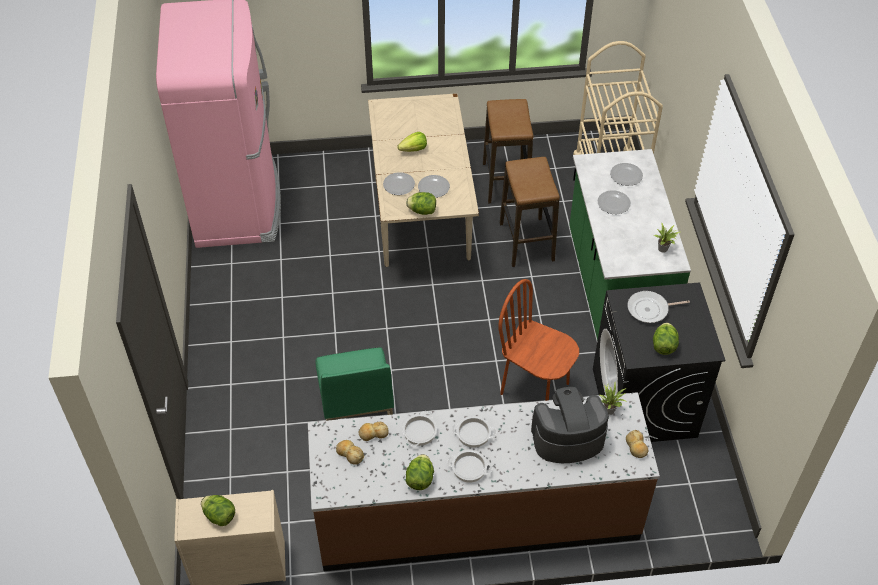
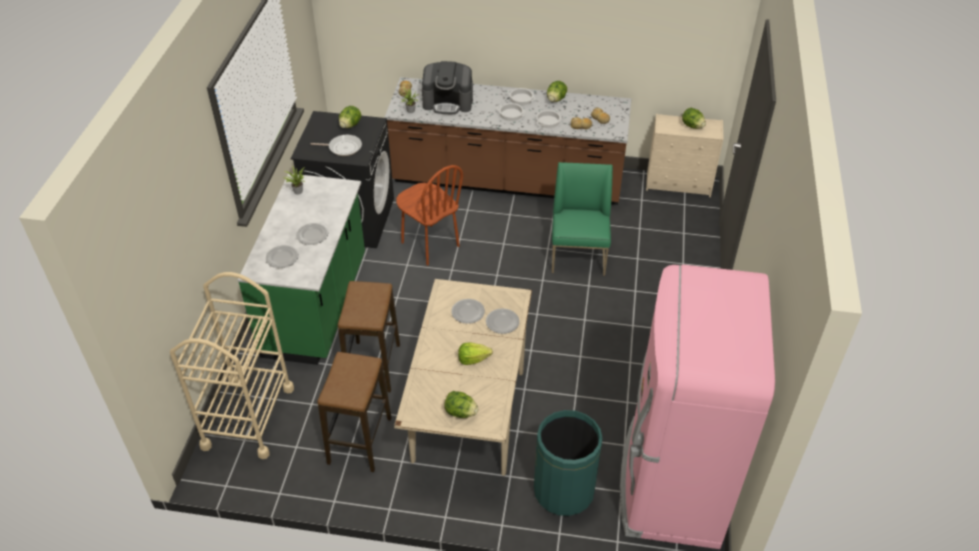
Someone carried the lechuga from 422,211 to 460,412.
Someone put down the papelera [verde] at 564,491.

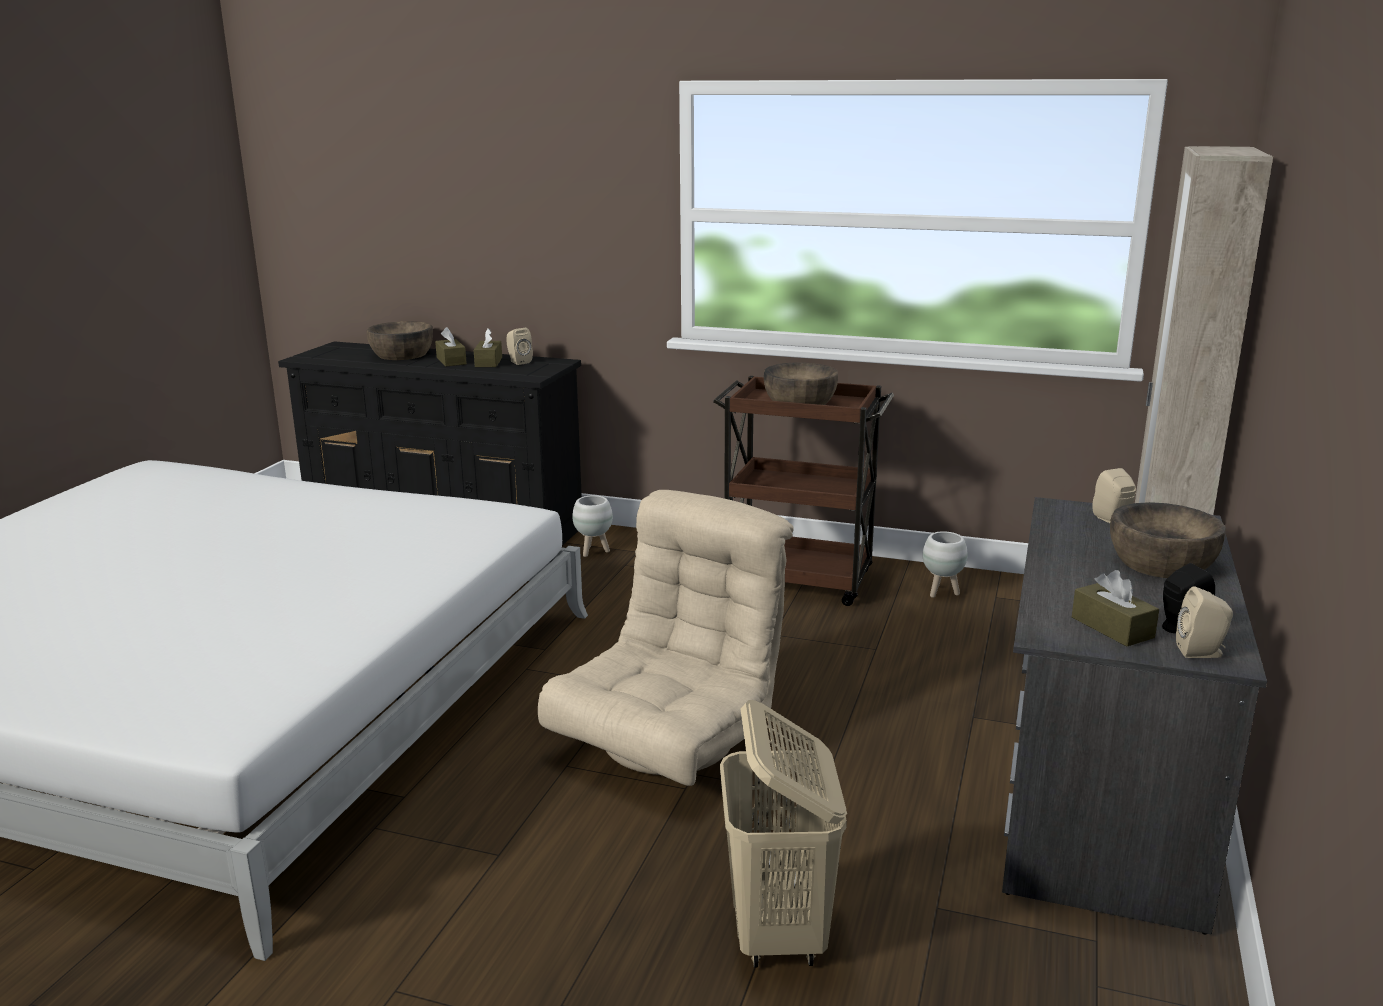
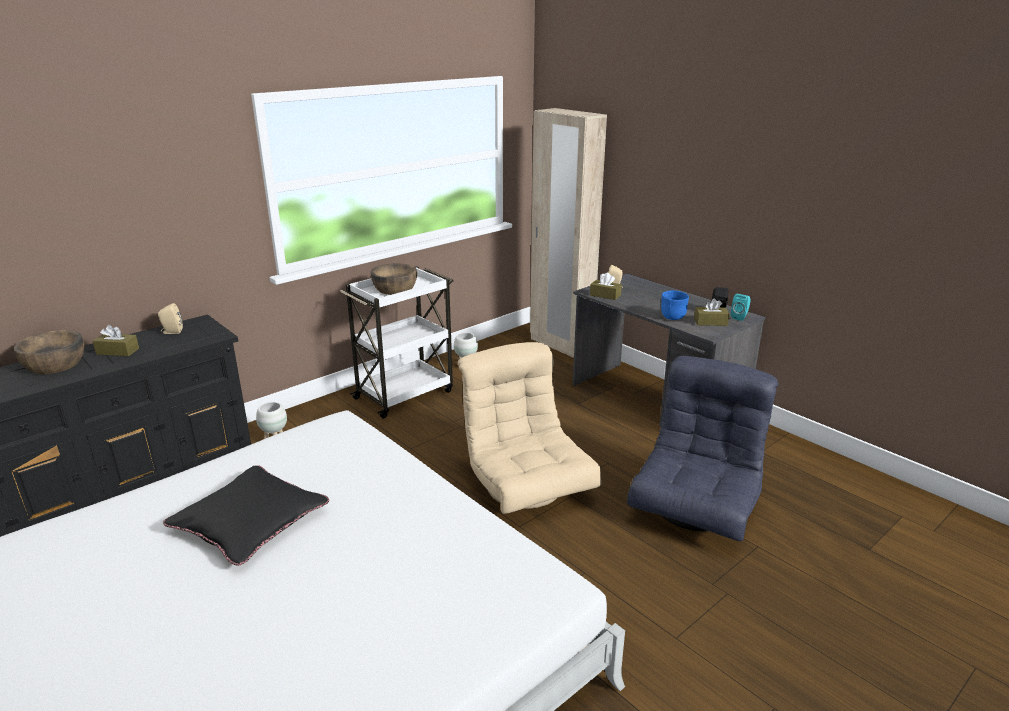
Someone carried the caja de pañuelos [marrón] from 488,362 to 605,295.
Someone repainted the carrito [marrón] at 799,580, which became the carrito [blanco] at 405,394.
Someone took away the cuenco [marrón] at 1161,563.
Someone repainted the altavoz [beis] at 1202,652, which became the altavoz [turquesa] at 740,317.
Someone swapped the cesto de la ropa [beis] at 778,934 for the sillón [gris] at 696,508.
Someone put down the cuenco [azul] at 672,317.
Someone put down the cojín [negro] at 250,522.

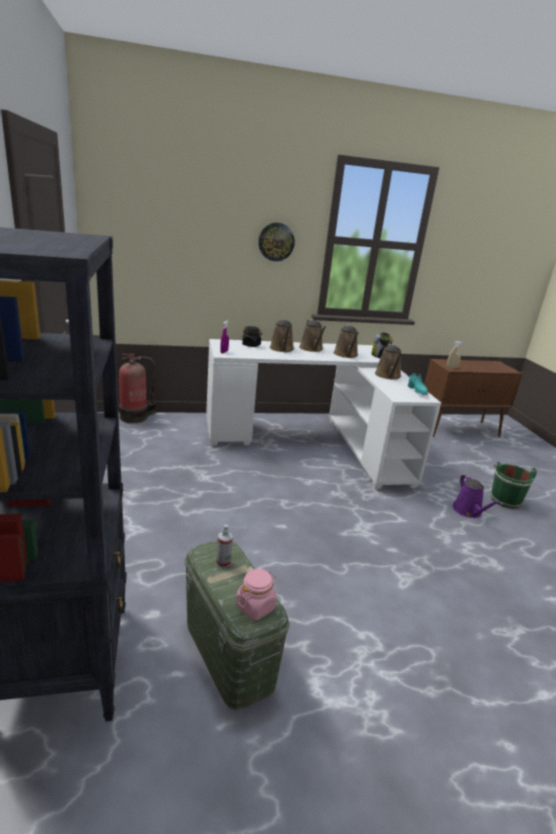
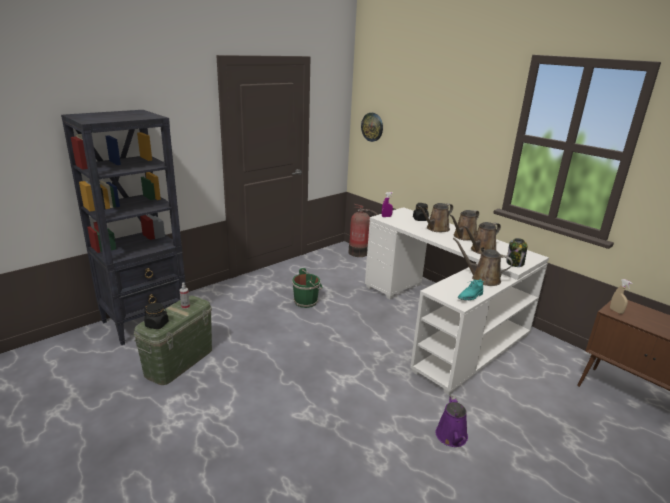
Someone carried the reloj de pared from 276,242 to 372,127.
Someone rotated the regadera [marrón] at 388,376 by 60 degrees clockwise.
Someone carried the cubo [verde] from 504,499 to 307,301.
Someone rotated the regadera [morado] at 468,511 by 45 degrees counterclockwise.
Someone repainted the tarro [rosa] at 255,606, which became the tarro [negro] at 157,324.

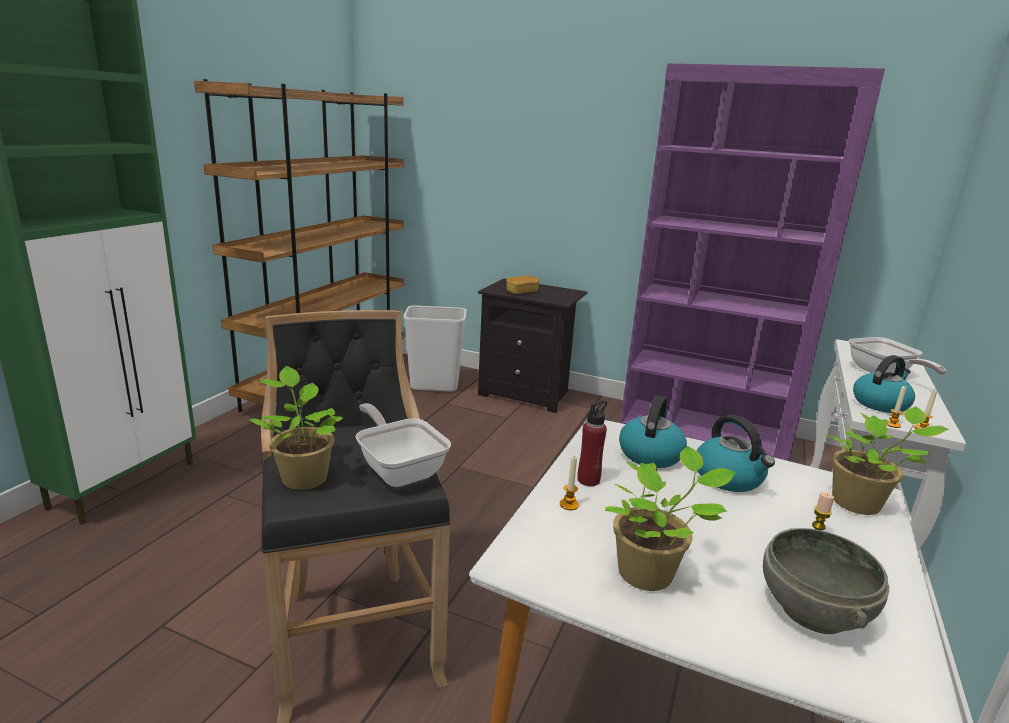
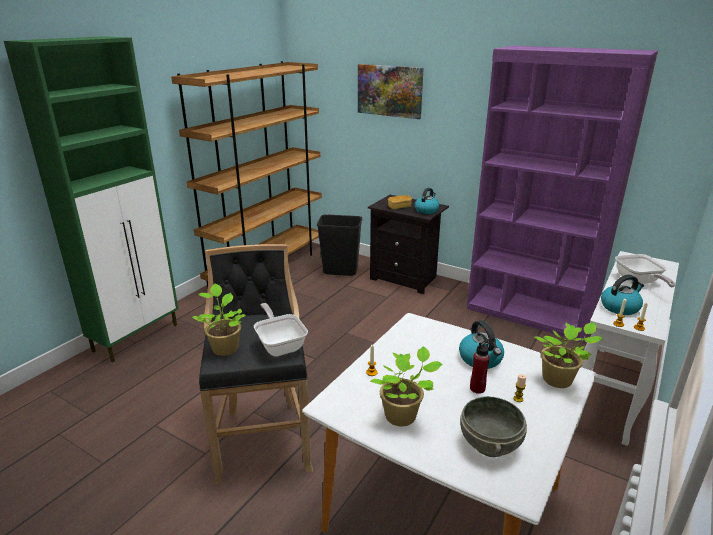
Someone repainted the papelera [blanco] at 434,386, which became the papelera [negro] at 340,271.
Someone carried the hervidor from 650,454 to 426,210.
Someone carried the botella [rojo] from 588,480 to 477,388.
Someone put up the cuadro at 390,91.

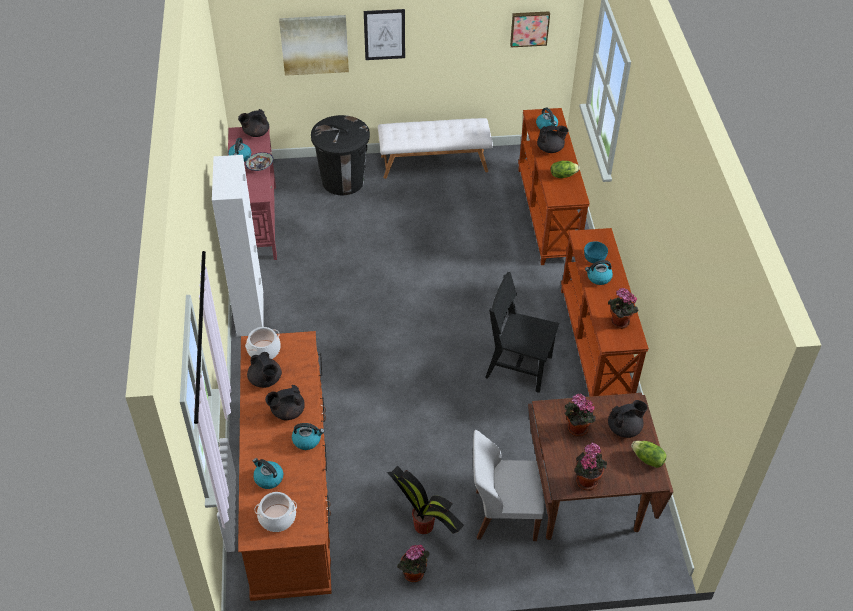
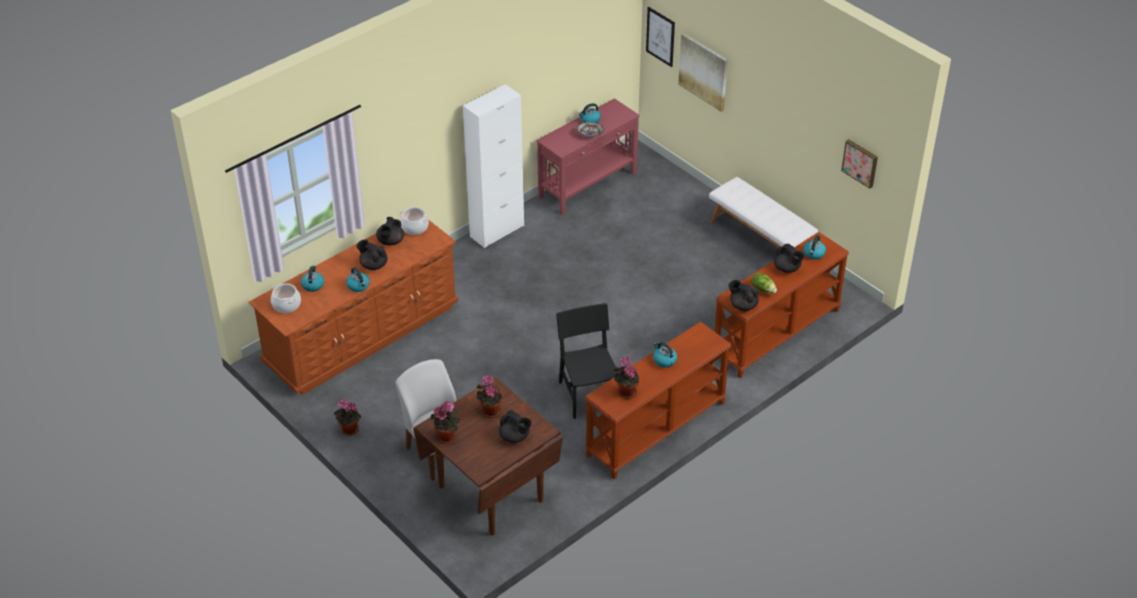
Someone carried the cuadro from 384,34 to 660,36.
Someone carried the tetera [negro] from 255,133 to 743,305.
Someone took away the papelera [negro] at 343,181.
Someone took away the cuenco [turquesa] at 594,258.
Someone took away the lechuga at 647,459.
Someone took away the planta en maceta at 424,526.

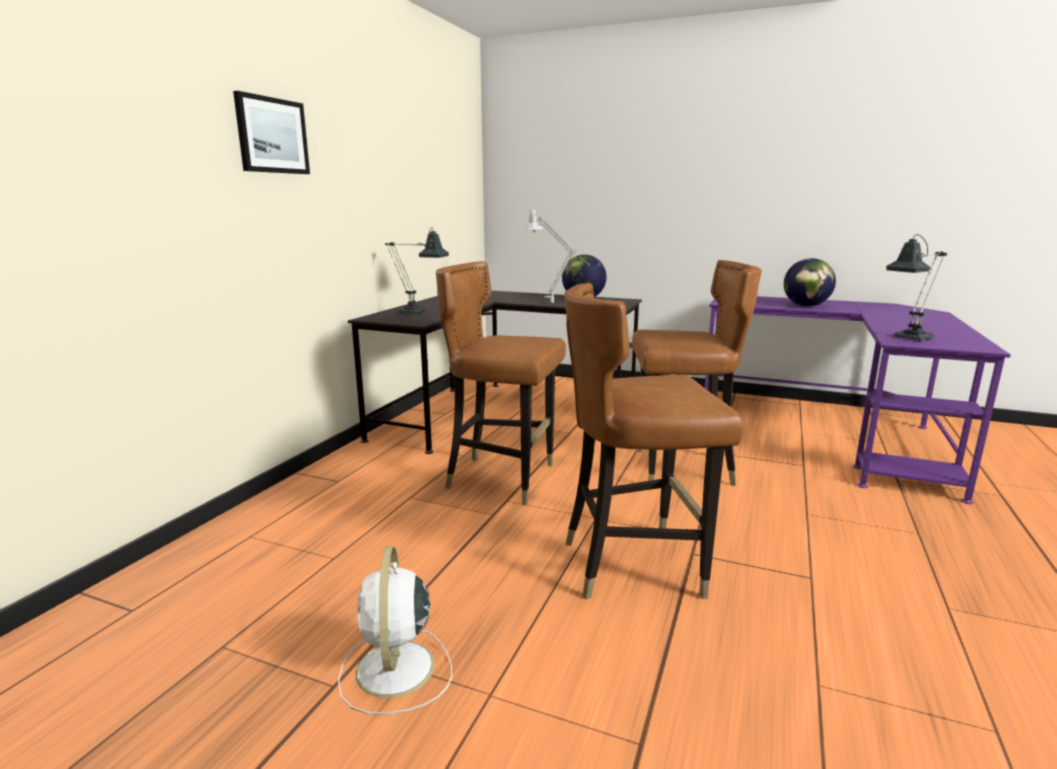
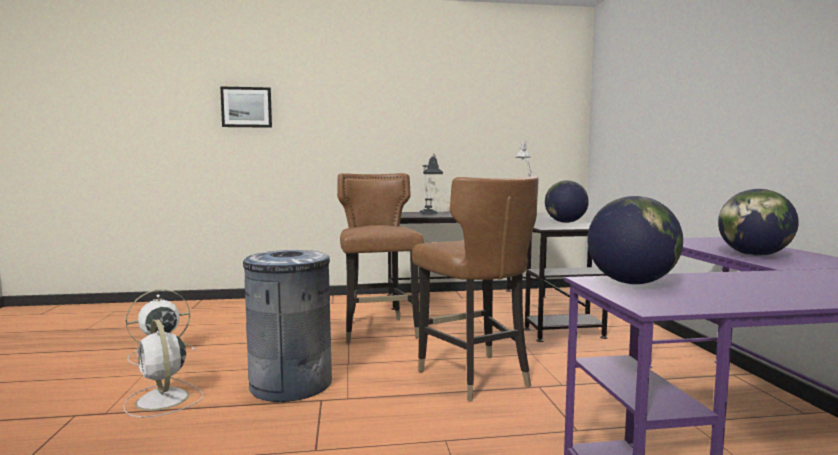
Someone carried the cuadro from 272,135 to 246,107.
Someone swapped the lámpara de mesa at 908,338 for the globo terráqueo at 631,283.
Someone swapped the silla [marrón] at 633,564 for the papelera [gris] at 290,384.
Someone put down the ventilador [blanco] at 163,400.

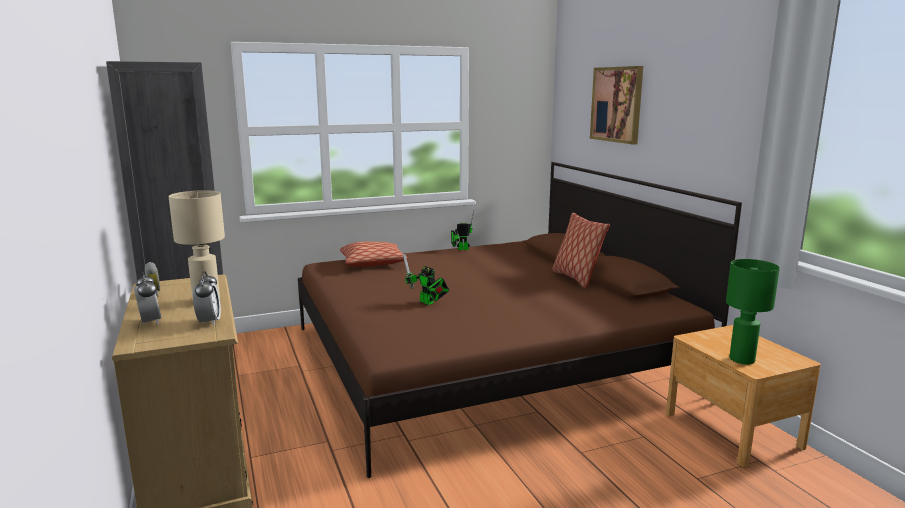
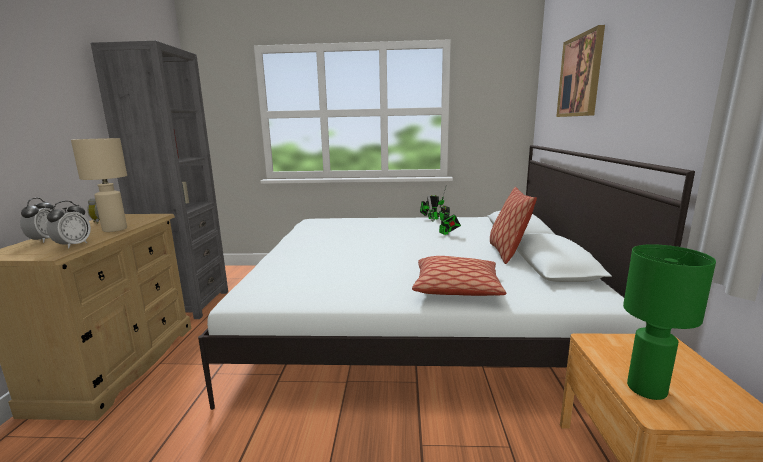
Someone repainted the cama [marrón] at 485,358, which became the cama [blanco] at 415,317.
Someone carried the cojín from 373,263 to 456,288.
Someone carried the robot de juguete from 428,302 to 444,233.

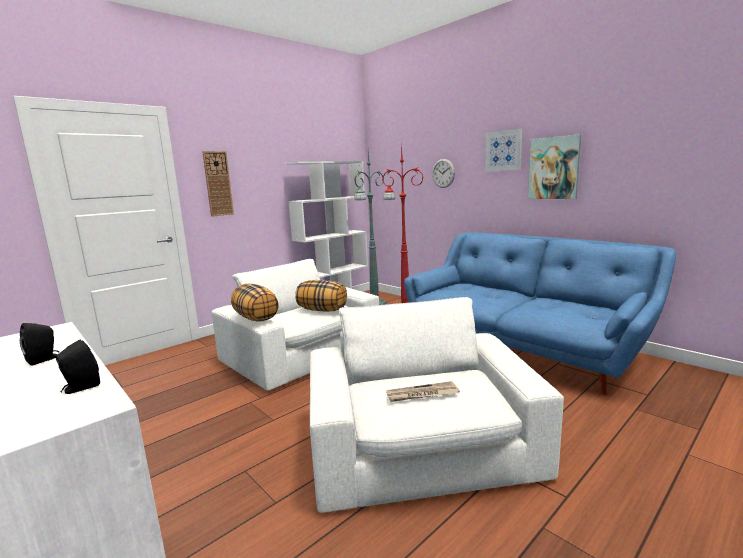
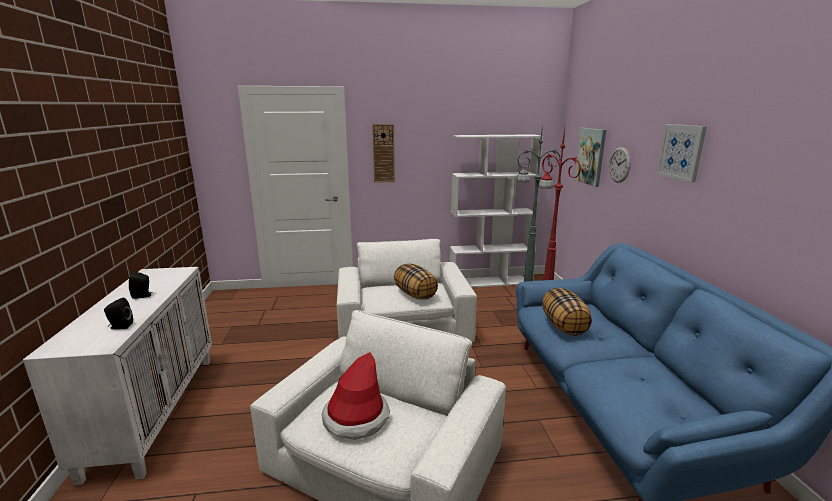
Someone carried the cuadro from 554,168 to 591,156.
Someone carried the cojín from 256,318 to 564,326.
Someone swapped the periódico at 422,394 for the sombrero at 356,418.

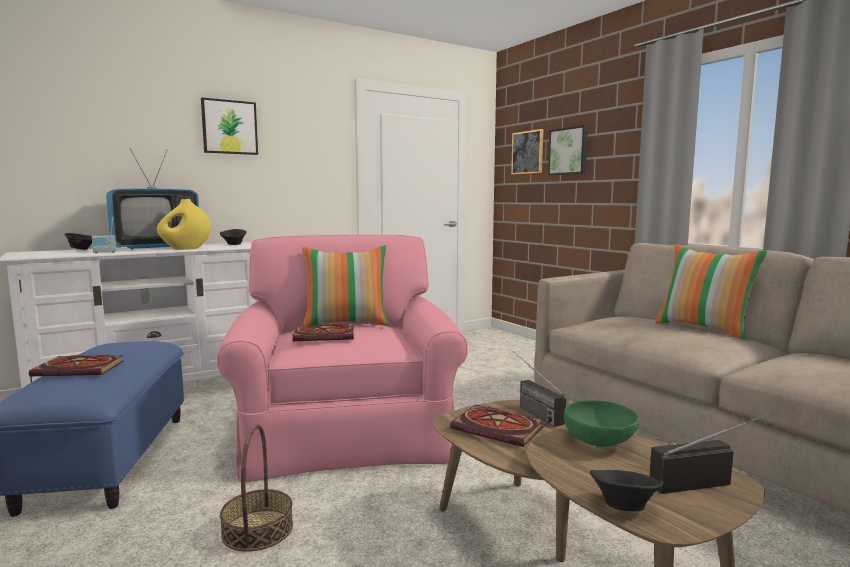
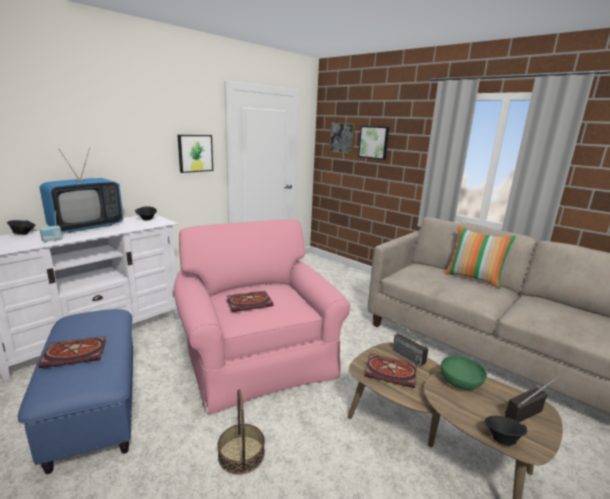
Someone carried the cuadro from 229,127 to 195,153.
Someone took away the florero [amarillo] at 185,249.
Someone took away the cojín at 346,324.

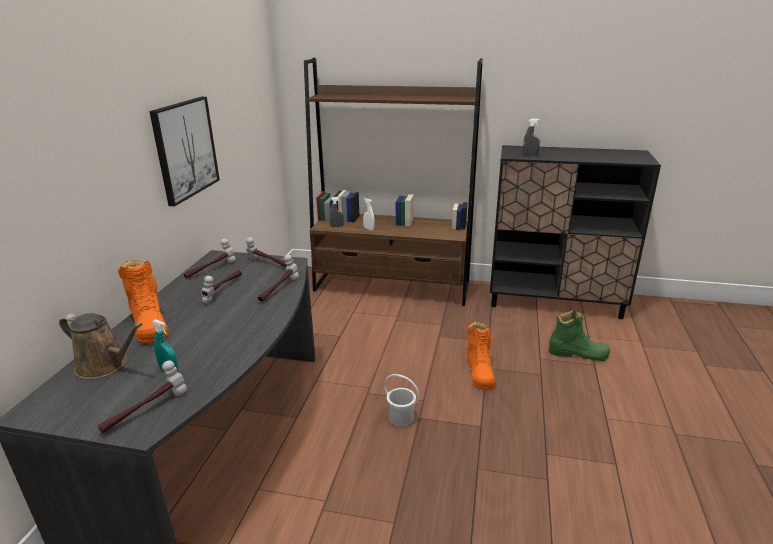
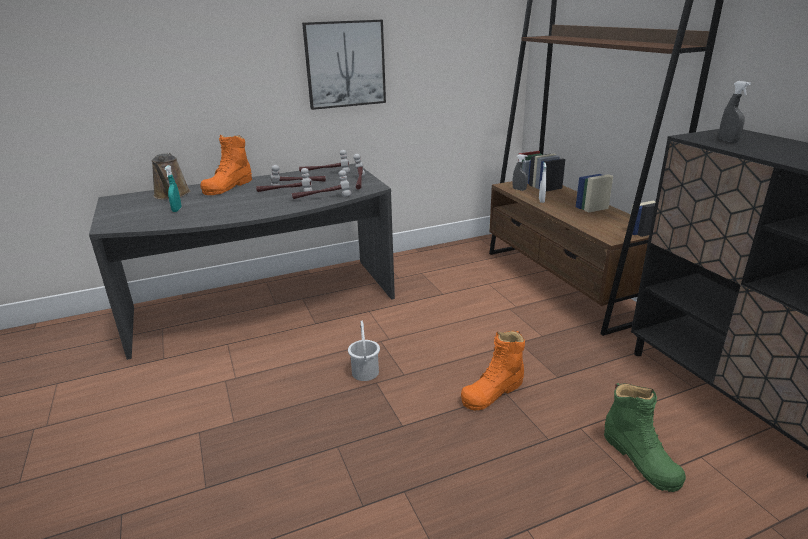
Someone carried the martillo from 146,410 to 285,193.

